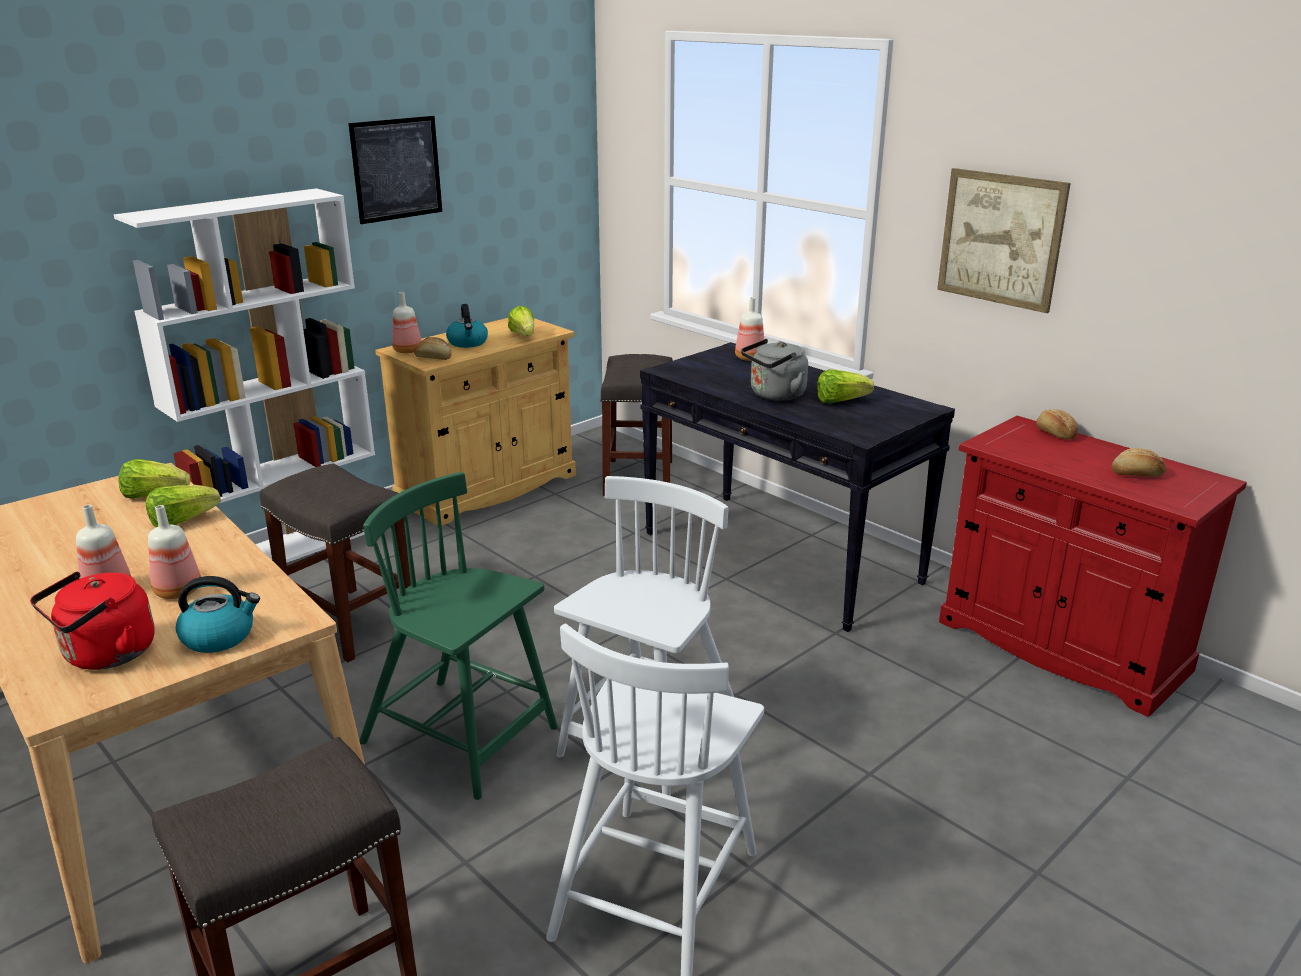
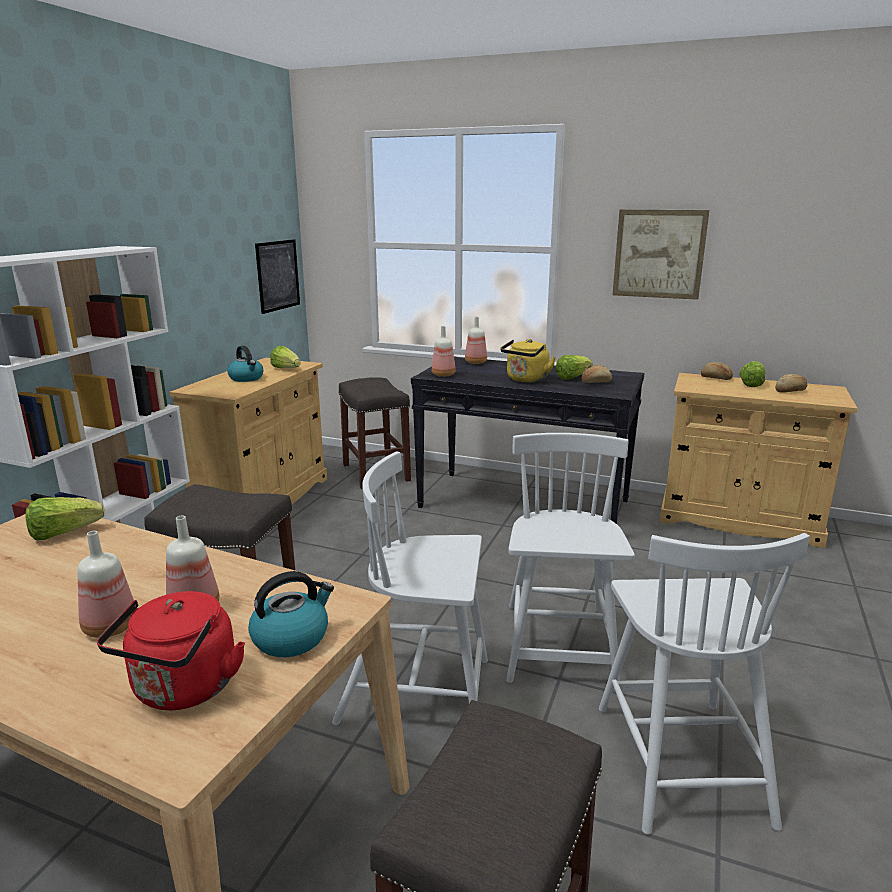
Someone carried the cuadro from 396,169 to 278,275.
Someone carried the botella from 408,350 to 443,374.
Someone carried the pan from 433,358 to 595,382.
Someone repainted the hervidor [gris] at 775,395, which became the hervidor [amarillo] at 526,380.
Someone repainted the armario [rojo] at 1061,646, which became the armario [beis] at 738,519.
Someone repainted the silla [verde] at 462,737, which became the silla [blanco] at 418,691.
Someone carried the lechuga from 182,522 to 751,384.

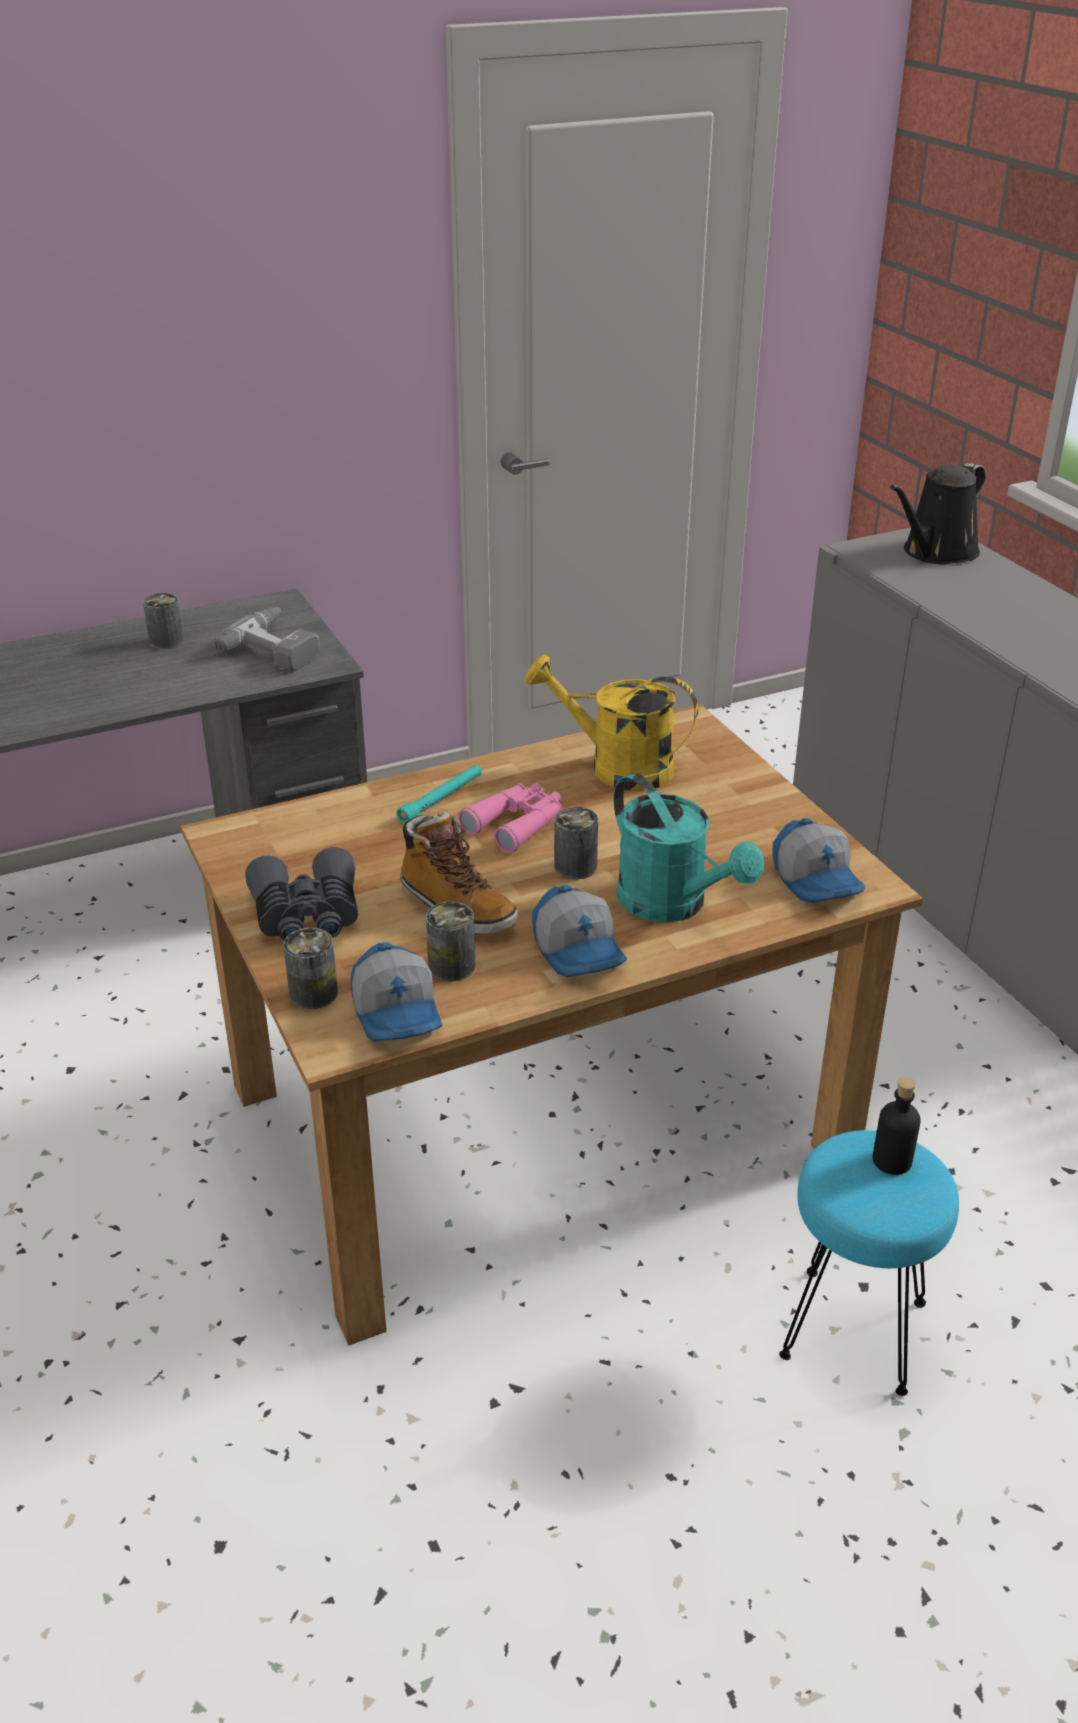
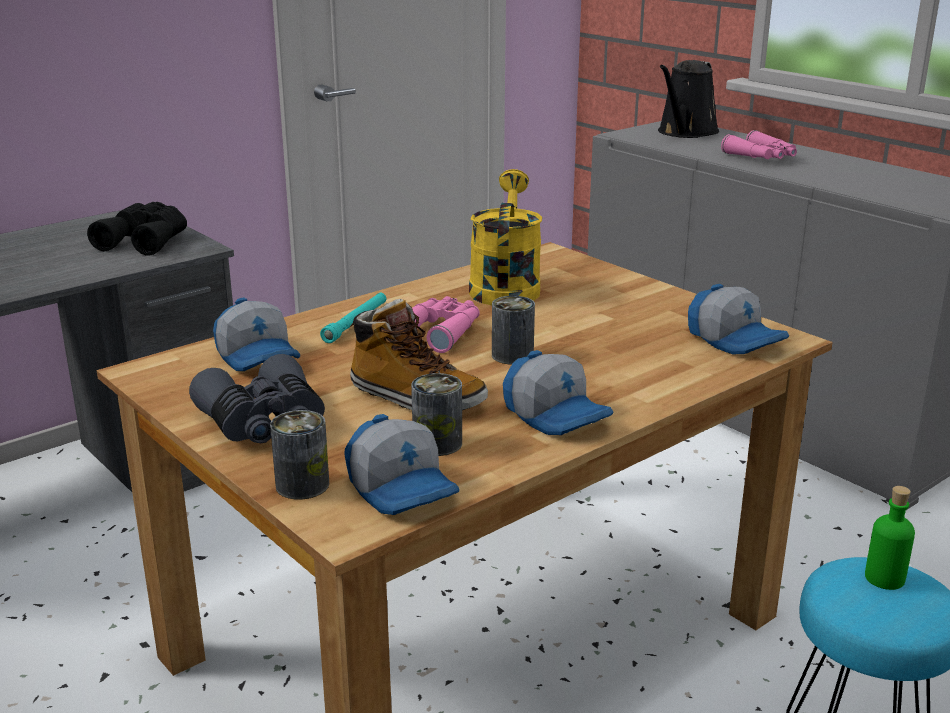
Someone took away the lata at 166,641.
Someone swapped the taladro at 279,647 for the prismáticos [negro] at 145,241.
Someone rotated the regadera [amarillo] at 616,767 by 90 degrees clockwise.
Someone took away the regadera [turquesa] at 673,905.
Someone repainted the botella [negro] at 892,1160, which became the botella [verde] at 884,578.
Someone put down the prismáticos [rosa] at 762,157.
Someone put down the gorra at 259,356.

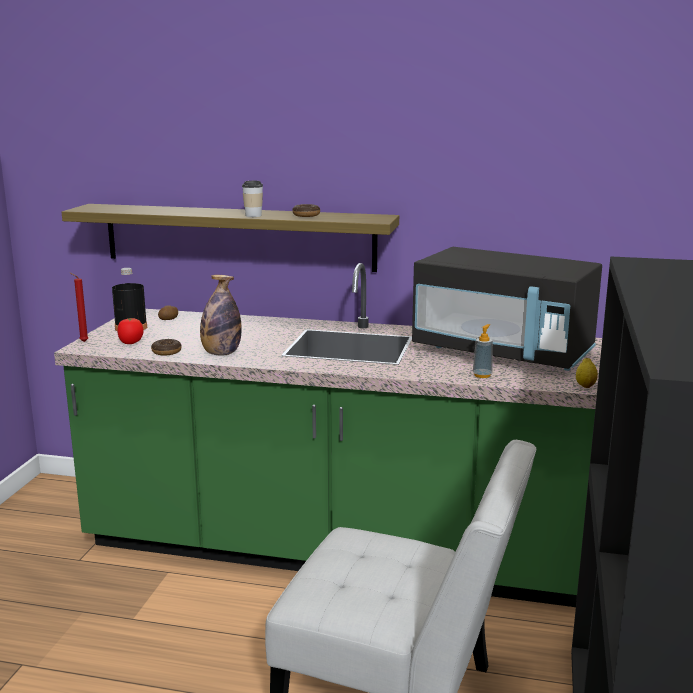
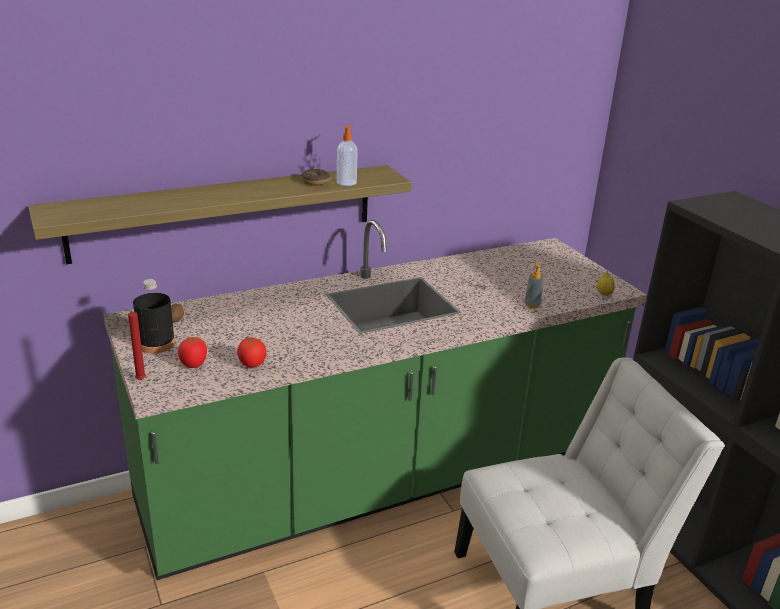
Someone took away the taza at 253,215.
Someone took away the microondas [negro] at 503,352.
Someone took away the botella at 221,353.
Someone swapped the rosquilla at 166,352 for the tomate at 252,364.
Someone put down the dispensador de jabón at 346,182.

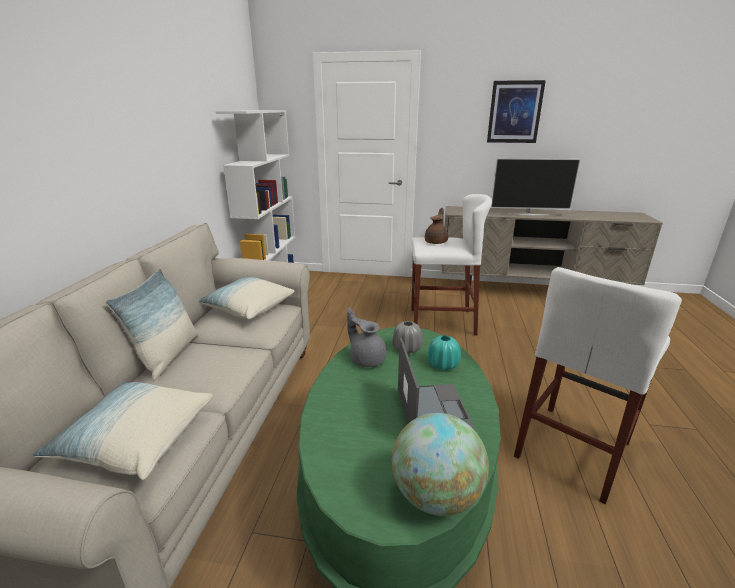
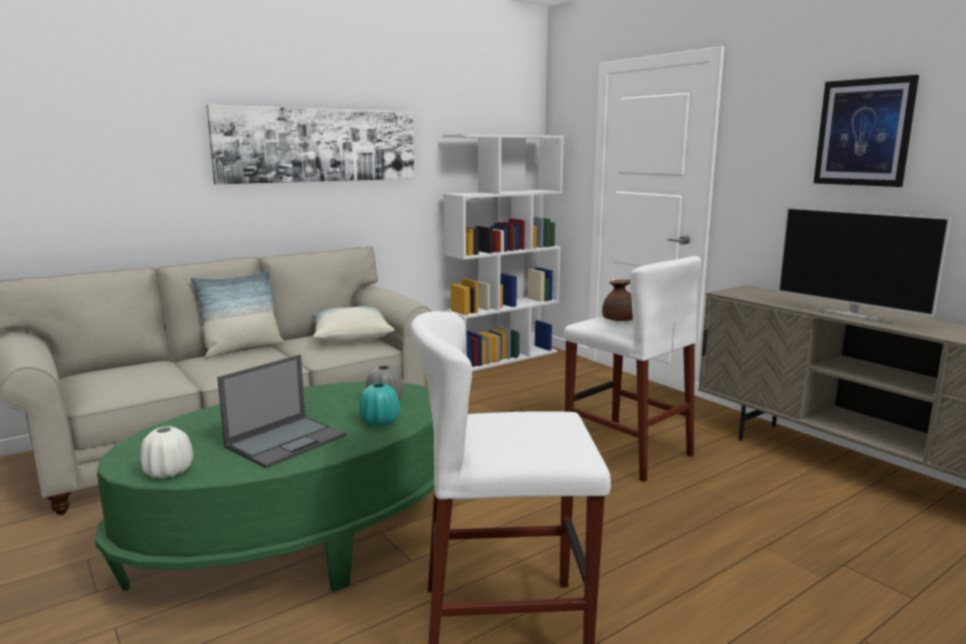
Someone took away the tetera [gris] at 366,359.
Someone took away the cojín at 136,440.
Someone swapped the globo terráqueo at 436,495 for the florero [blanco] at 169,472.
Someone put up the cuadro at 319,145.

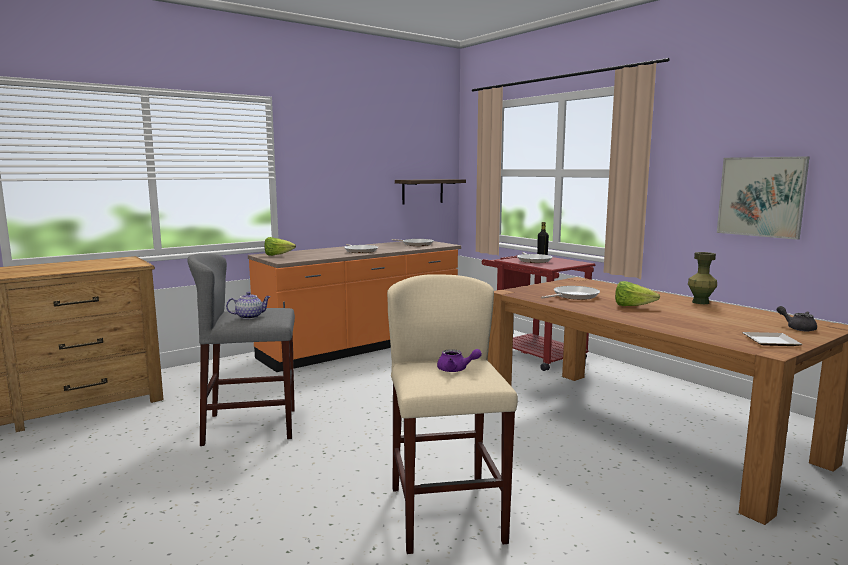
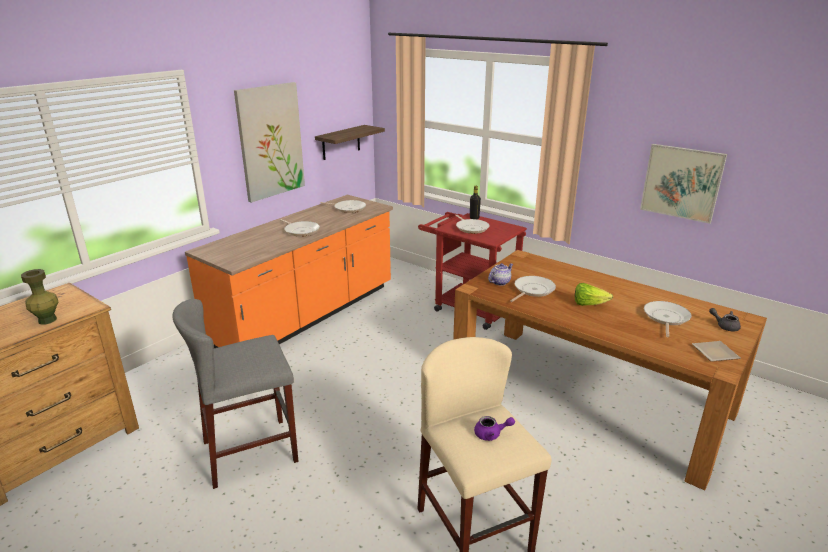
Someone took away the lechuga at 277,255.
Someone carried the florero [verde] from 700,302 to 47,320.
Someone carried the tetera from 249,317 to 499,282.
Someone put up the cuadro at 270,141.
Someone put down the sartén at 665,318.

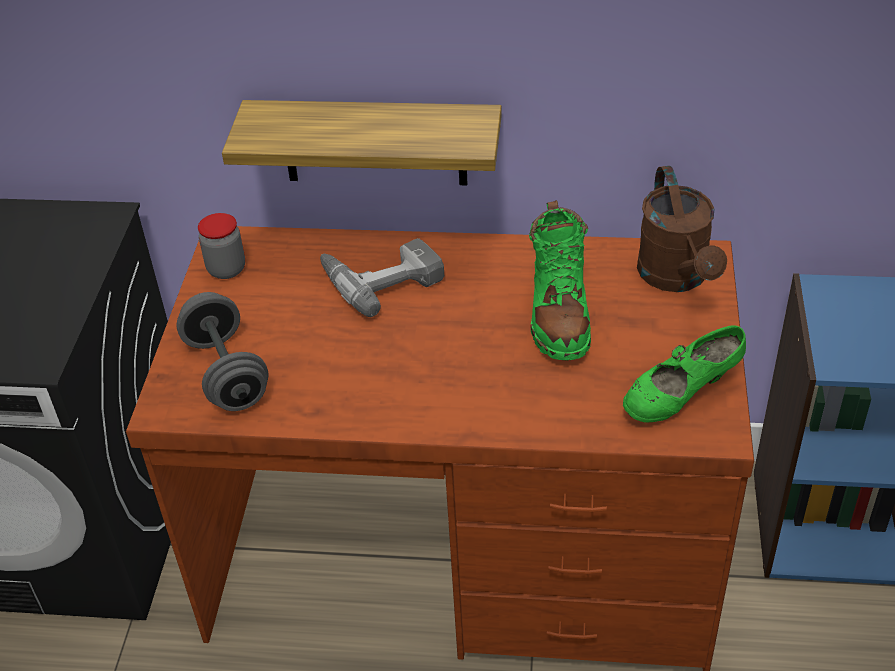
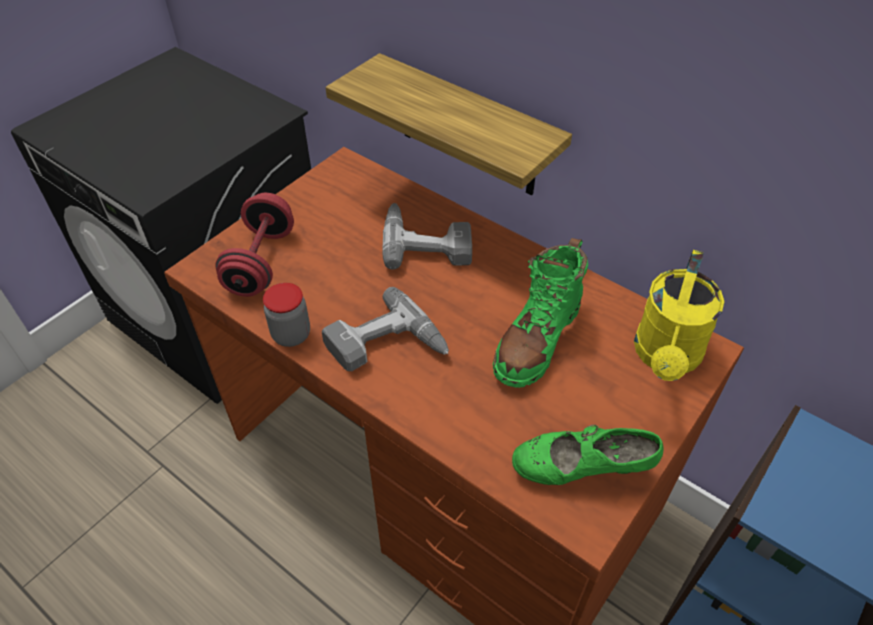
Someone repainted the regadera [marrón] at 677,278, which became the regadera [amarillo] at 666,358.
Someone carried the tarro from 226,269 to 291,335.
Someone repainted the mancuerna [gris] at 227,373, which became the mancuerna [rojo] at 261,262.
Someone put down the taladro at 387,347.

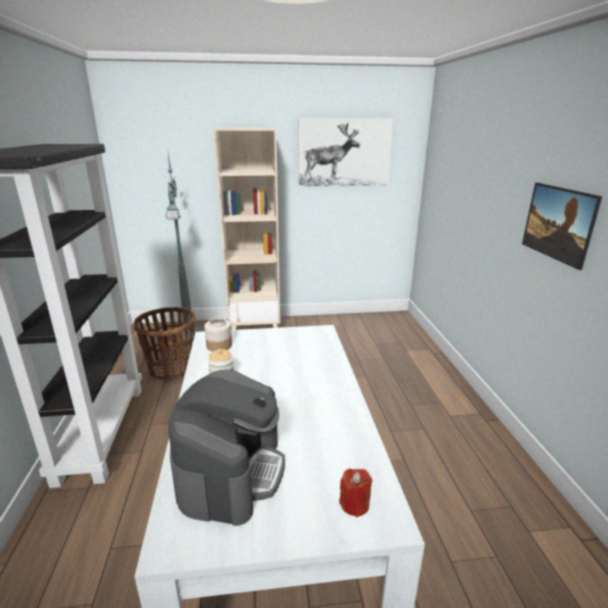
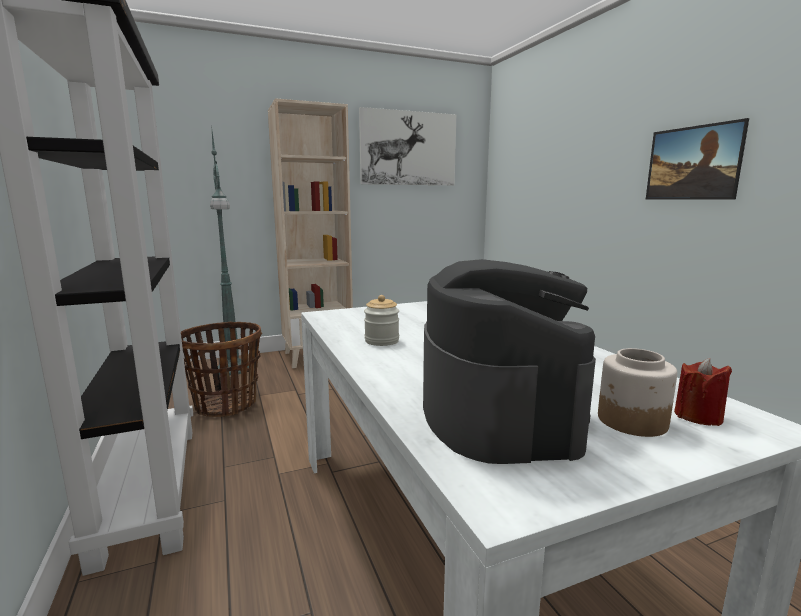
Someone carried the tarro from 219,346 to 632,421.

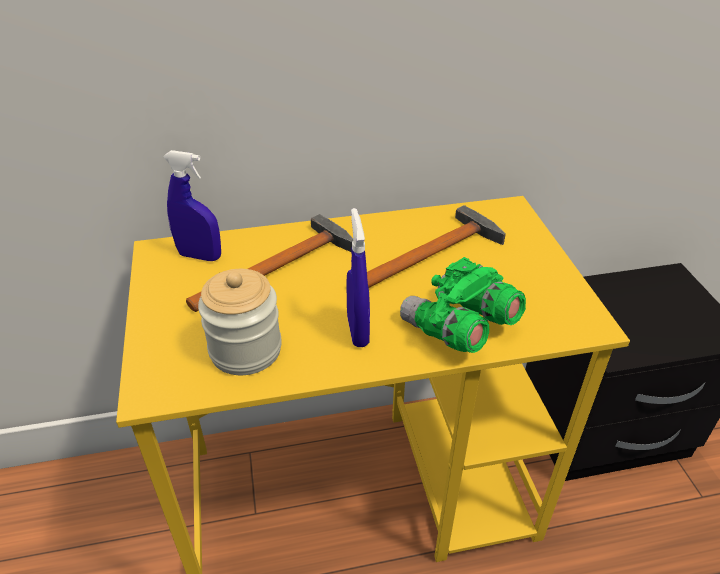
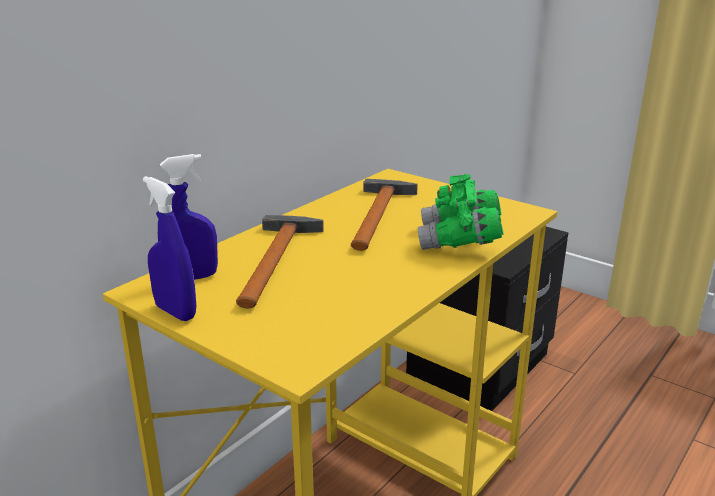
Someone carried the pulverizador [azul] from 358,331 to 175,312.
Someone took away the tarro at 245,350.

